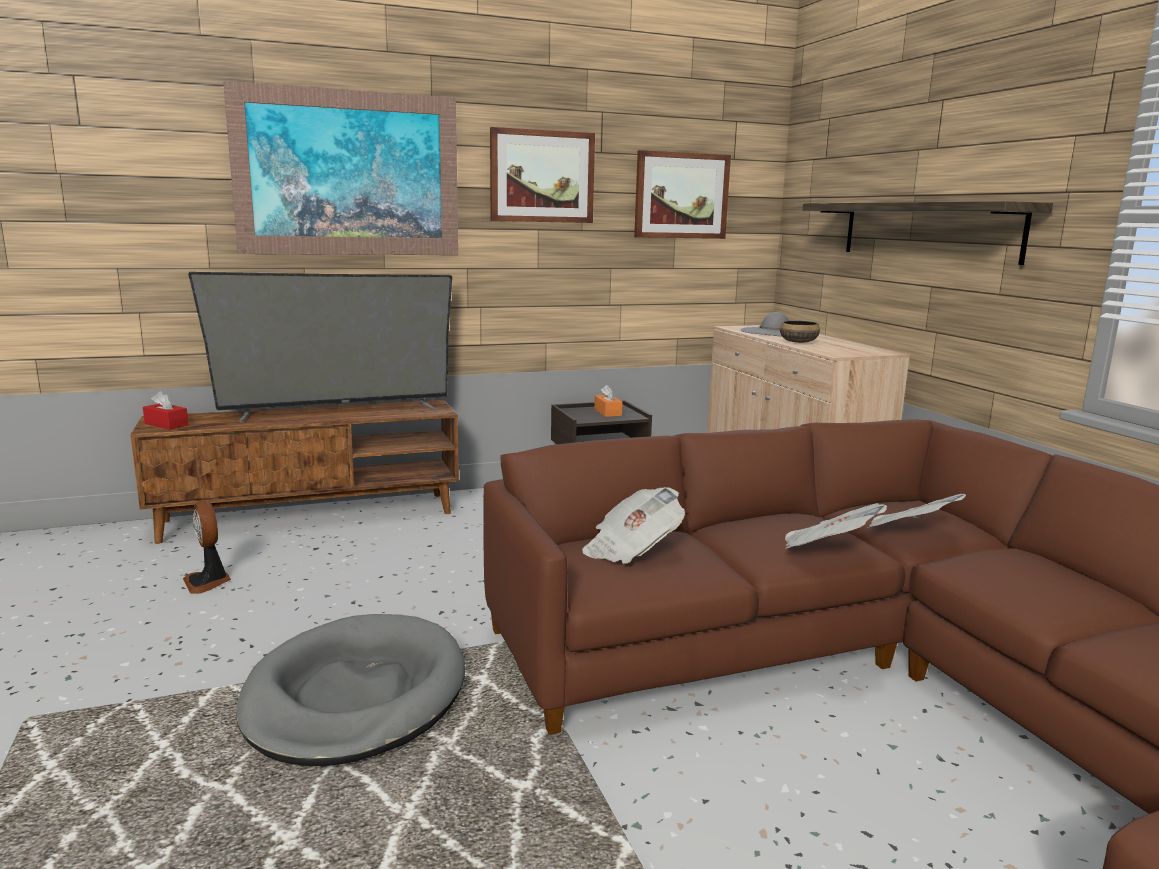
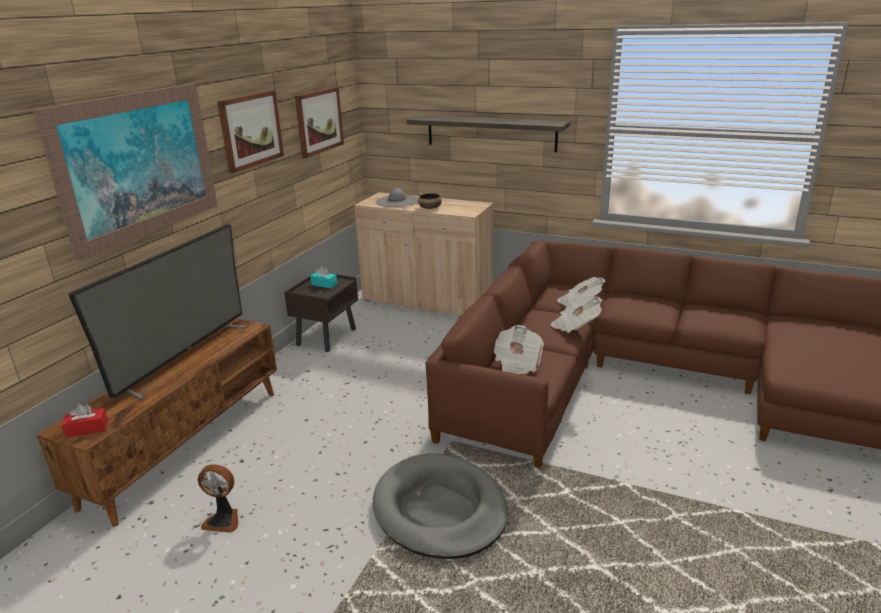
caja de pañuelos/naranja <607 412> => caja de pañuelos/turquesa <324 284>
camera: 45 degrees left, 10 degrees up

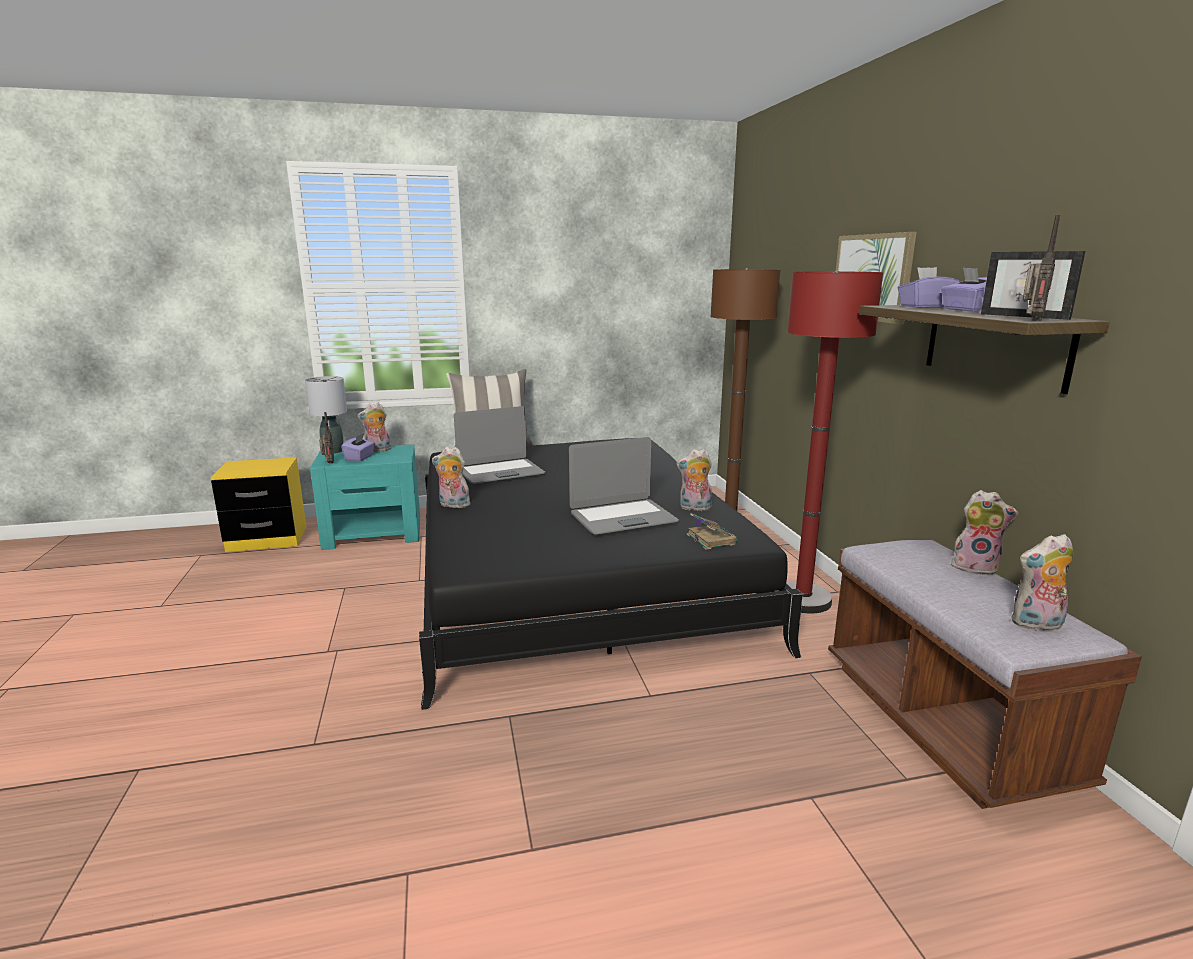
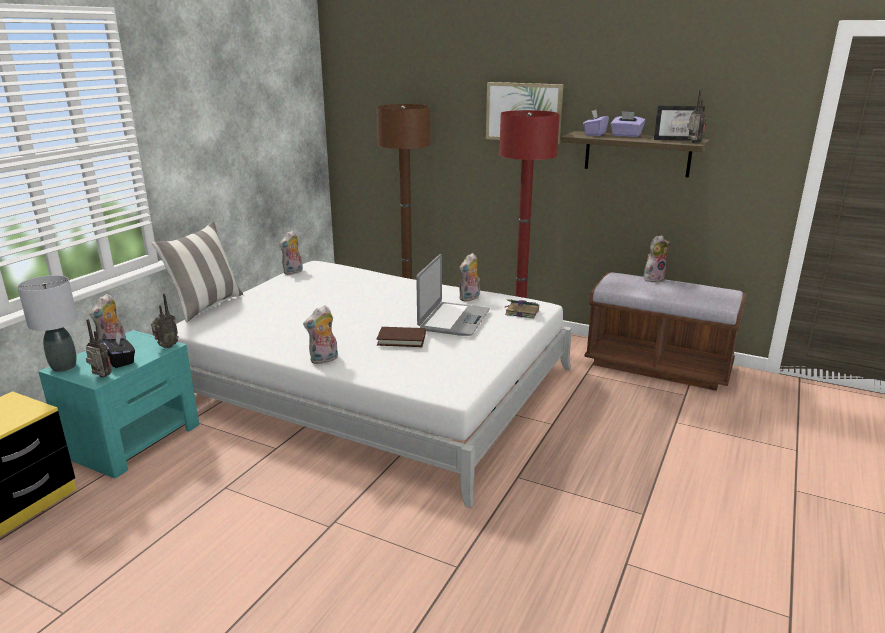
caja de pañuelos/morado <360 458> => caja de pañuelos/negro <120 360>
nothing => radio <166 346>
cama/negro <573 572> => cama/blanco <373 386>
peluche <1036 625> => peluche <293 272>, shifted
nothing => libro/marrón <401 339>
portátil <500 472> => nothing
camera: 50 degrees left, 5 degrees up

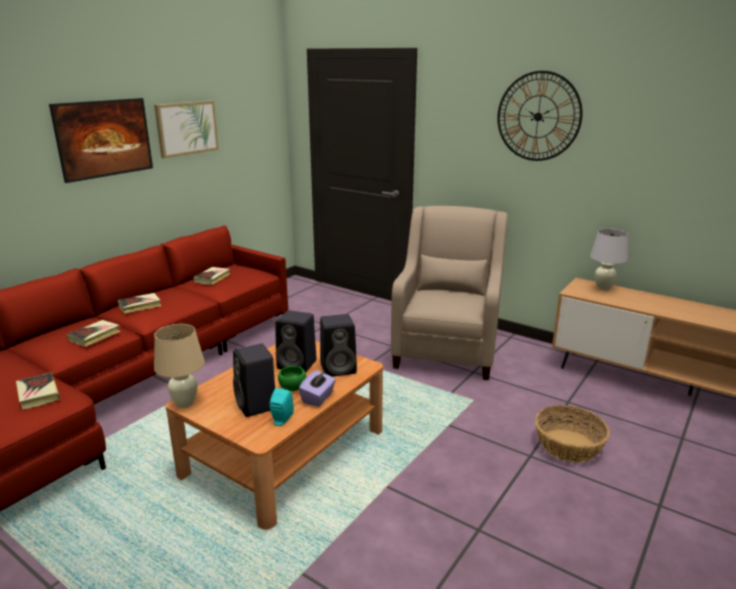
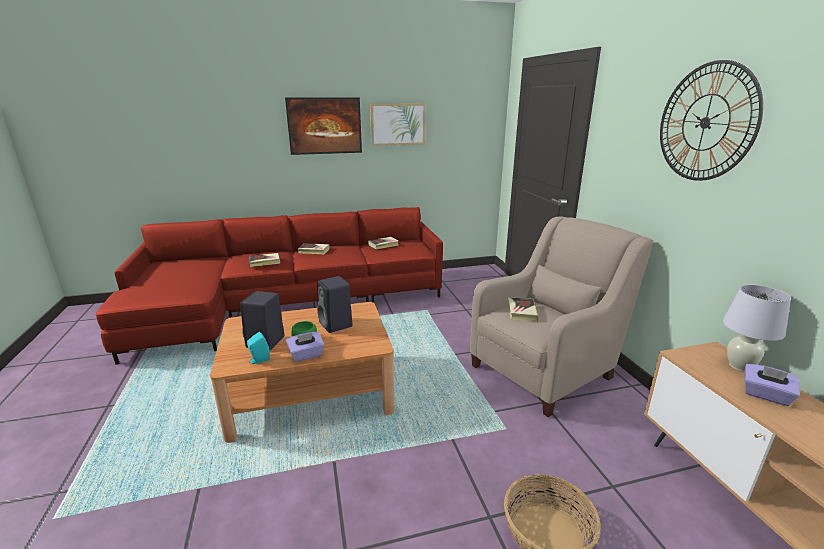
libro <38 394> => libro <521 312>, shifted
nothing => caja de pañuelos/morado <765 395>
lámpara de mesa/beis <184 403> => nothing
altavoz/negro <339 368> => nothing
camera: 40 degrees right, 0 degrees up

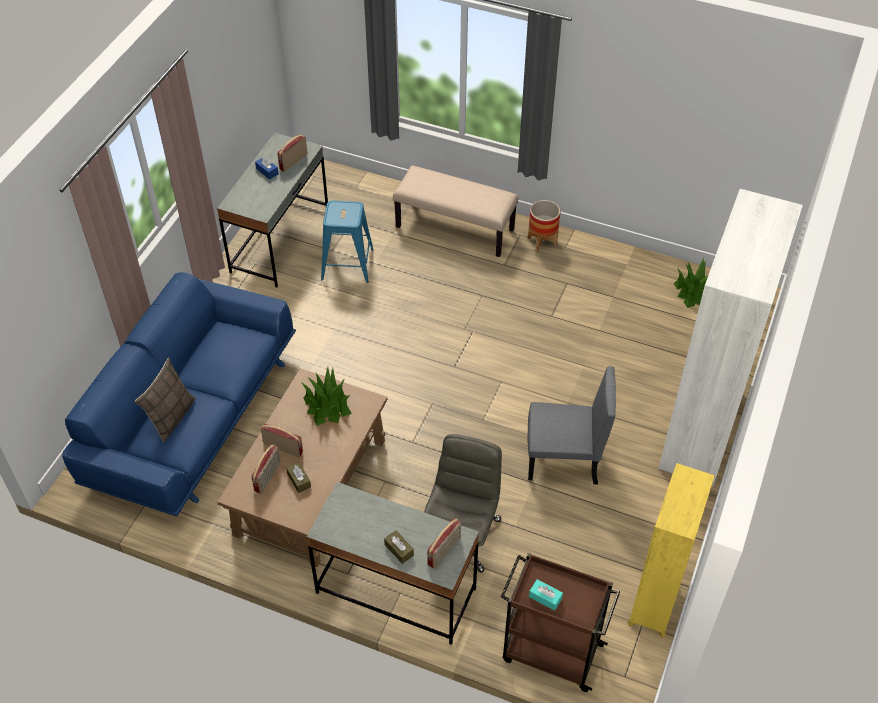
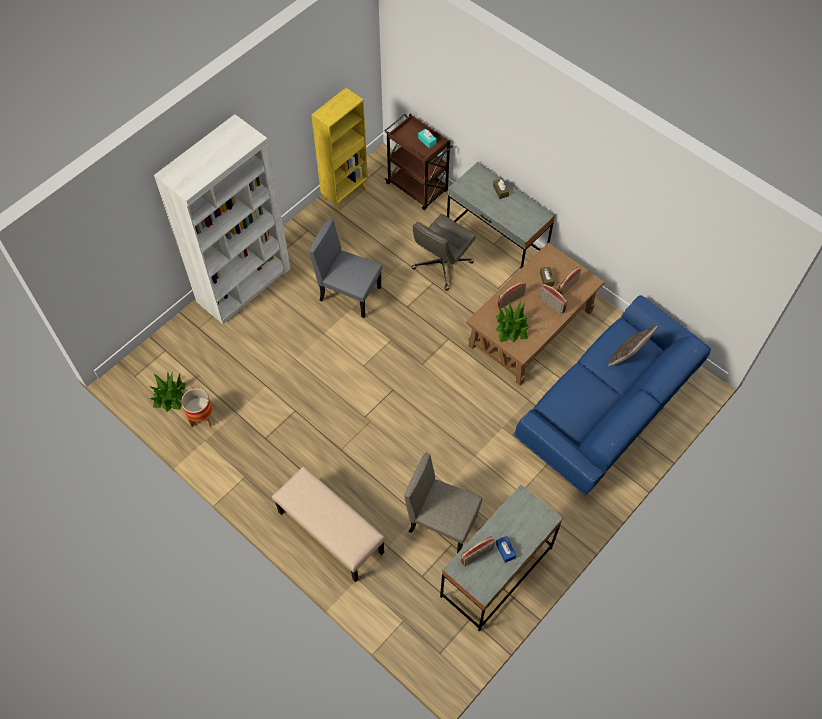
maceta <542 241> => maceta <202 418>, shifted
taburete/azul <347 264> => silla/beis <443 522>
radio <444 551> => radio <510 300>, shifted
camera: 160 degrees left, 10 degrees up

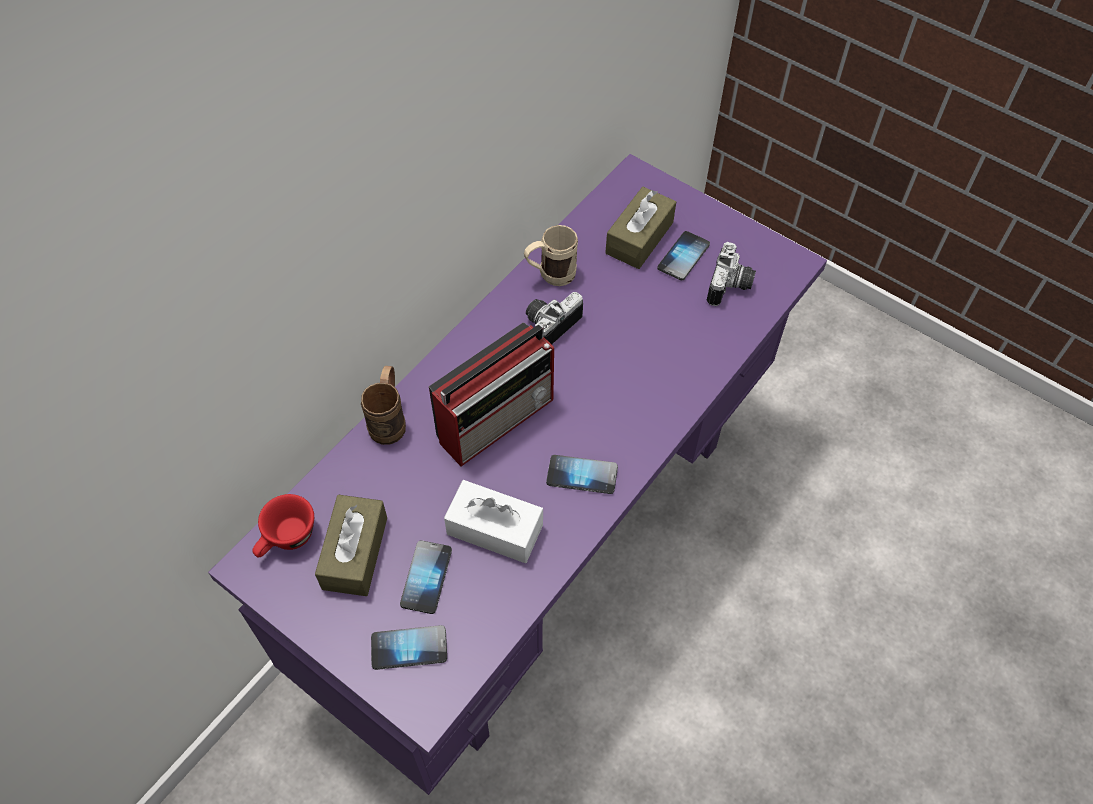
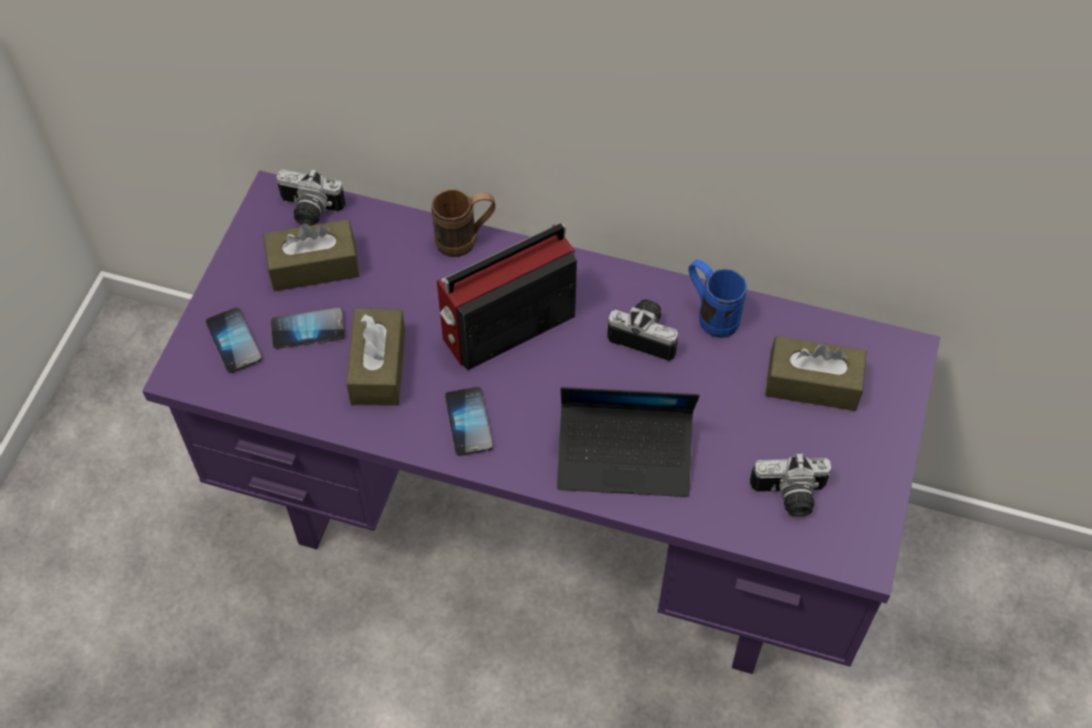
taza/rojo <287 539> => cámara <309 212>
caja de pañuelos/blanco <495 529> => caja de pañuelos/marrón <378 367>
radio <498 418> => radio <506 327>, 120 degrees clockwise
nothing => portátil <624 457>
taza grande/beis <550 276> => taza grande/azul <711 314>
móvil <683 257> => nothing
camera: 70 degrees right, 0 degrees up

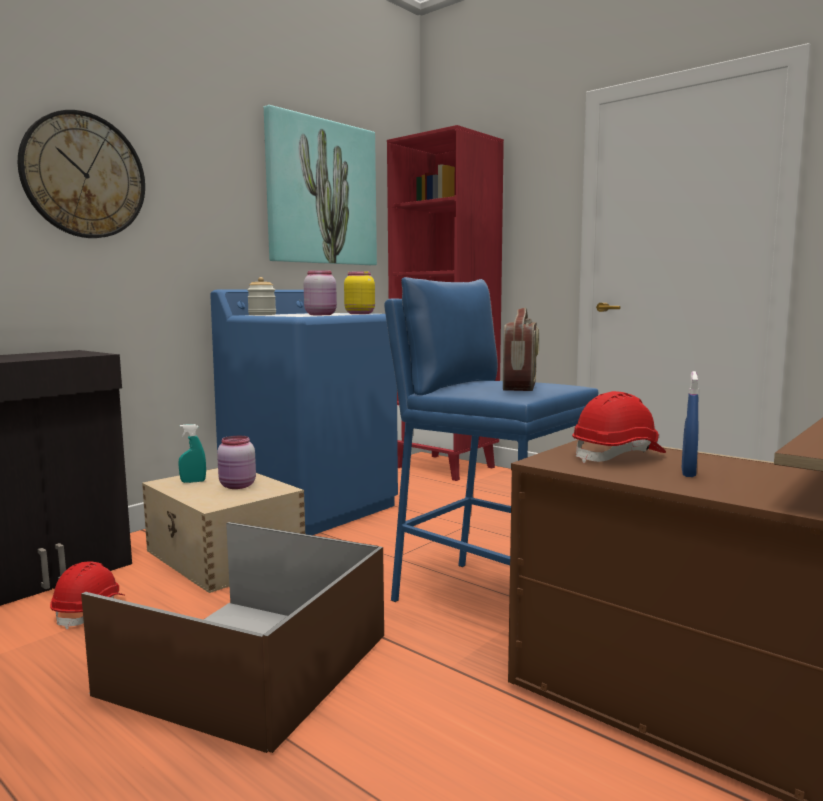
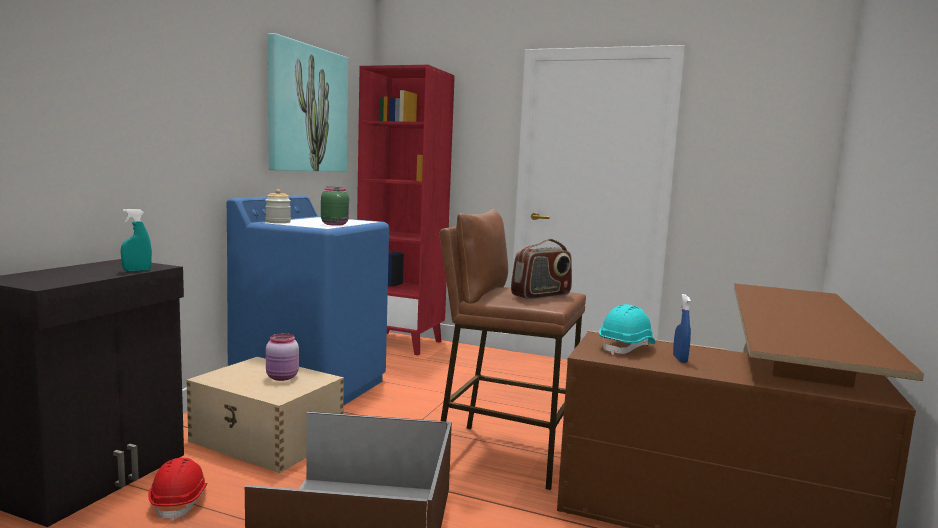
pulverizador/turquesa <193 481> => pulverizador/turquesa <137 270>, shifted
tarro/rosa <321 315> => tarro/verde <335 224>
taburete/azul <487 601> => taburete/marrón <505 454>
radio <520 386> => radio <541 295>, 60 degrees clockwise
casco/rojo <618 456> => casco/turquesa <627 347>
reloj de pared <84 176> => nothing
tarro/amarillo <359 313> => nothing
camera: 20 degrees left, 0 degrees up

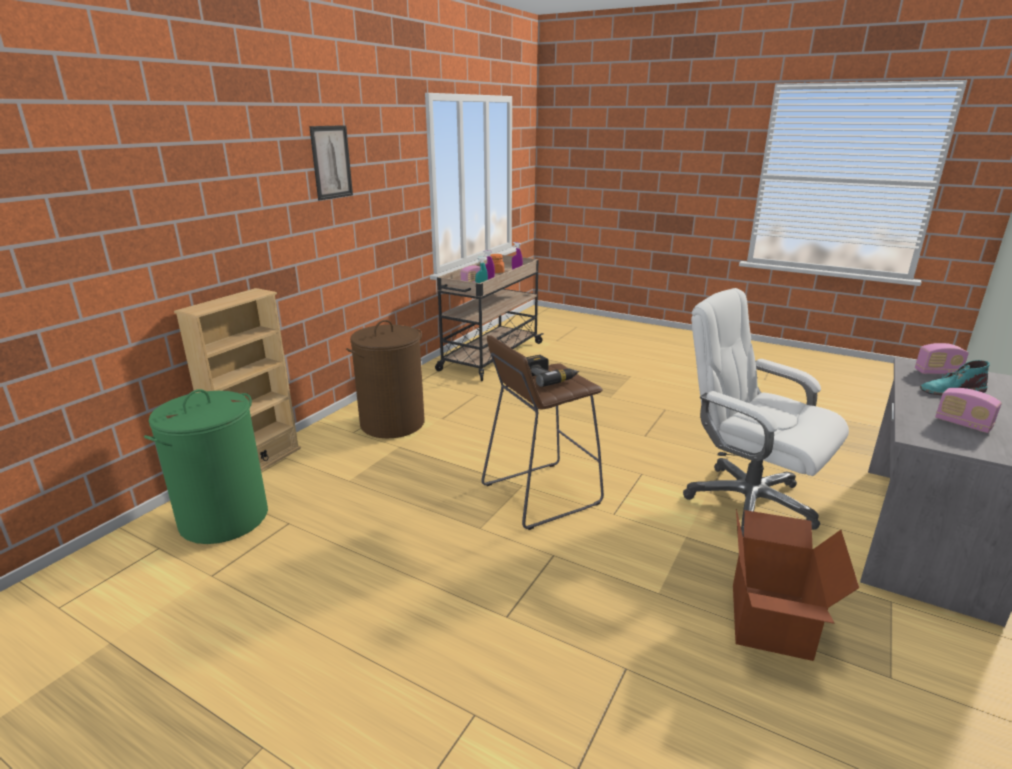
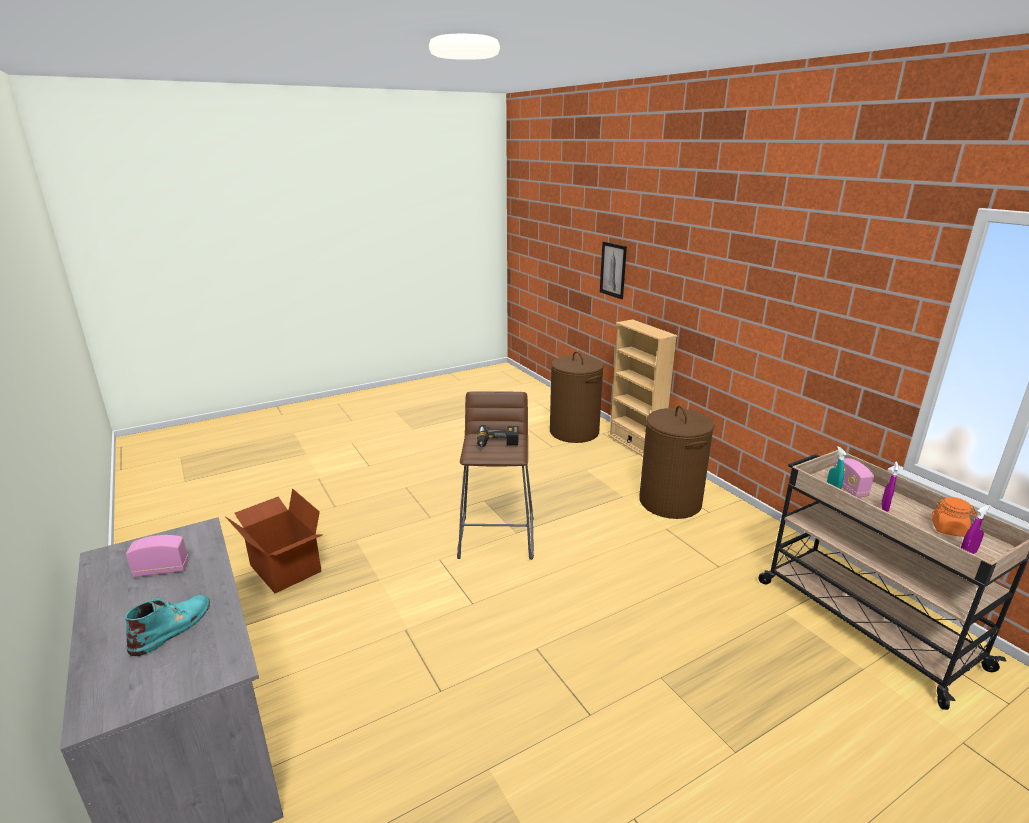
cesto de la ropa/verde <224 518> => cesto de la ropa/marrón <574 432>
cuadro <331 162> => cuadro <613 270>, shifted
silla de oficina/blanco <747 501> => nothing
radio <937 372> => nothing
camera: 120 degrees right, 0 degrees up

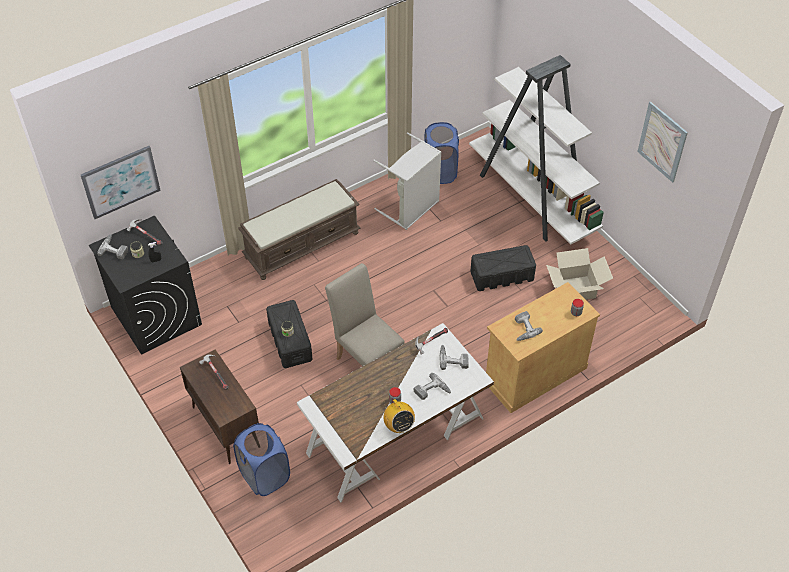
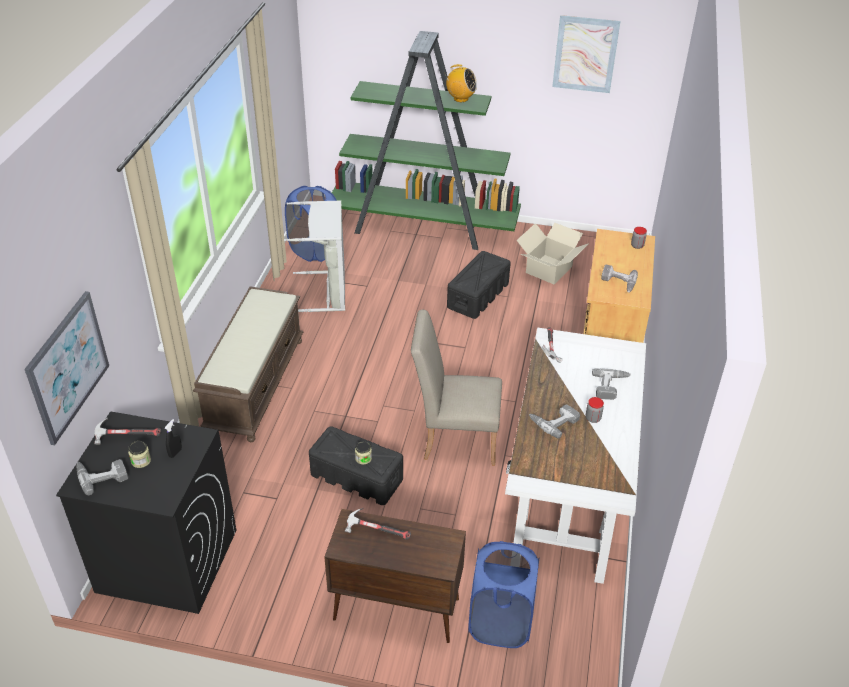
estantería/blanco <532 199> => estantería/verde <423 226>
radio <398 426> => radio <460 98>, shifted
taladro <453 359> => taladro <553 421>, shifted
camera: 45 degrees left, 10 degrees down

